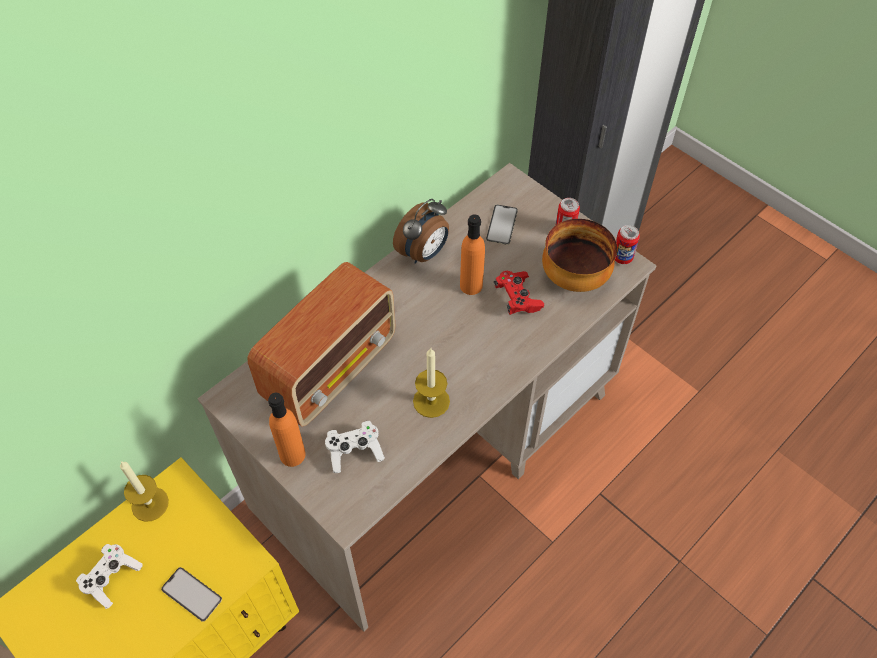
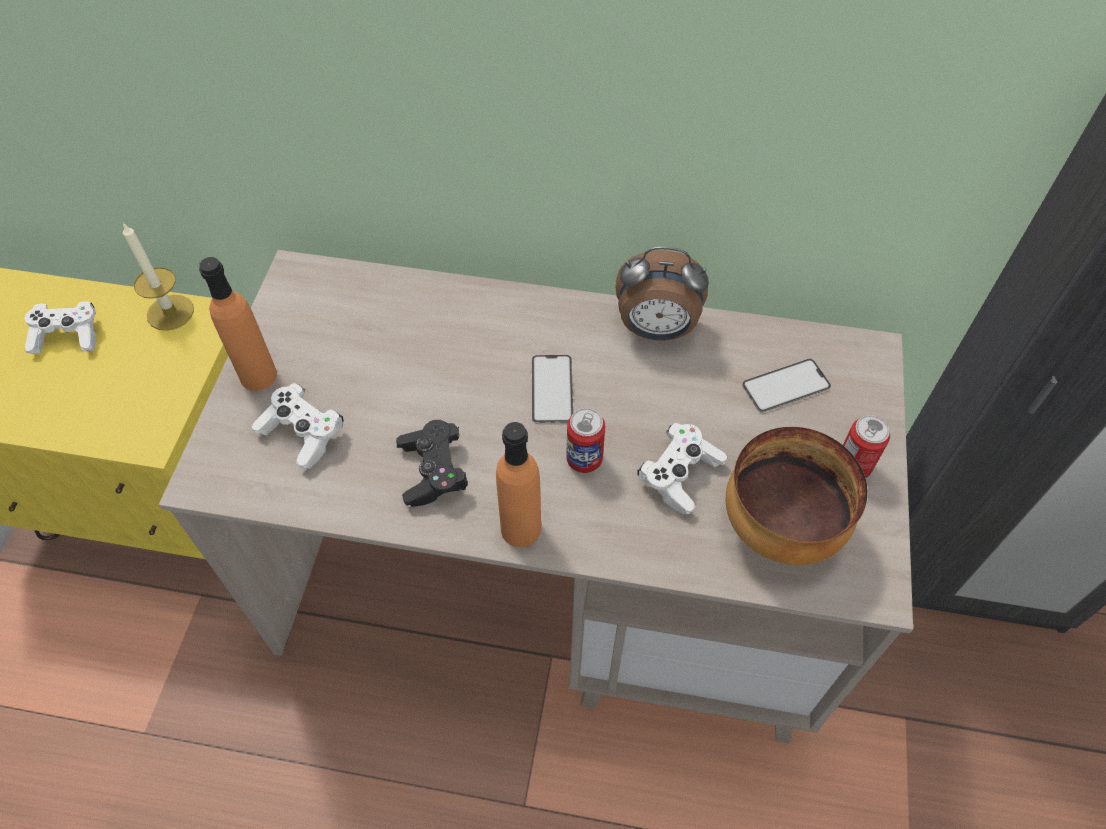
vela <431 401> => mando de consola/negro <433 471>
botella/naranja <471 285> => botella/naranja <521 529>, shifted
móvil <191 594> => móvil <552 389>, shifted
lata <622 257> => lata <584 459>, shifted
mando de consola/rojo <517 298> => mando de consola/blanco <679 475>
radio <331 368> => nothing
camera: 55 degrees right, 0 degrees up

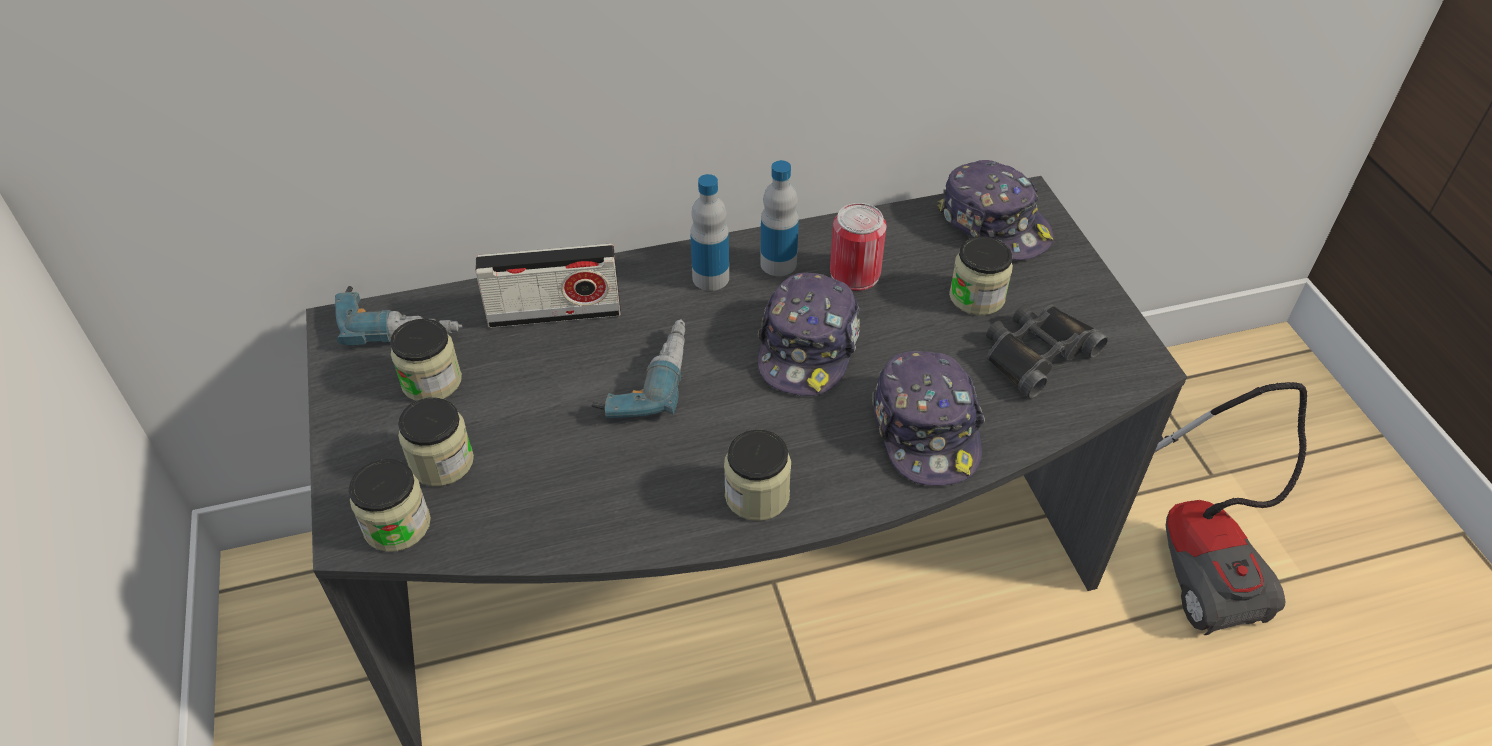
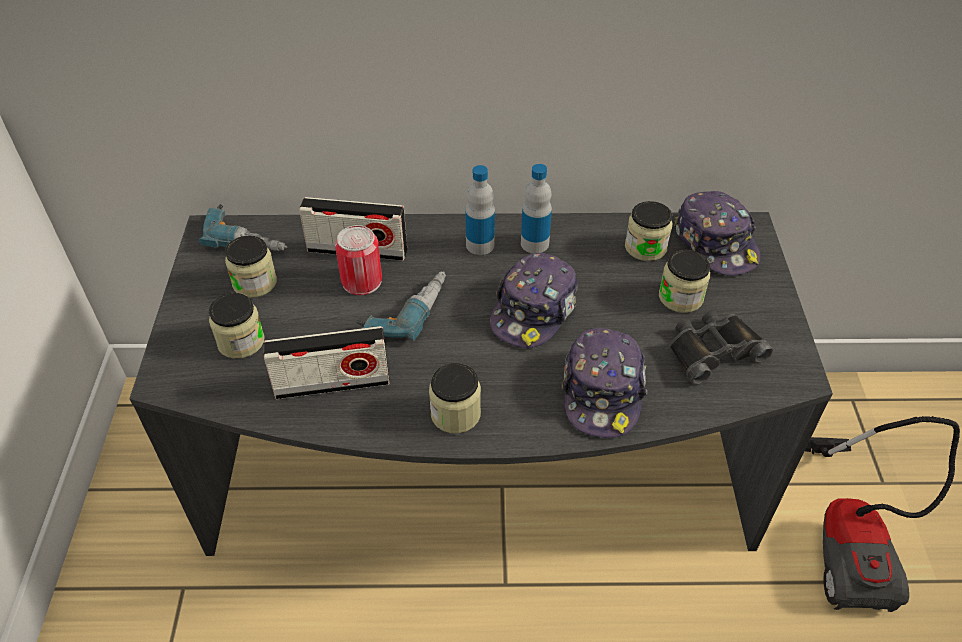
nothing => radio <332 383>
lata <855 274> => lata <361 281>, shifted
tarro <397 525> => tarro <645 247>, shifted
camera: 15 degrees right, 0 degrees up

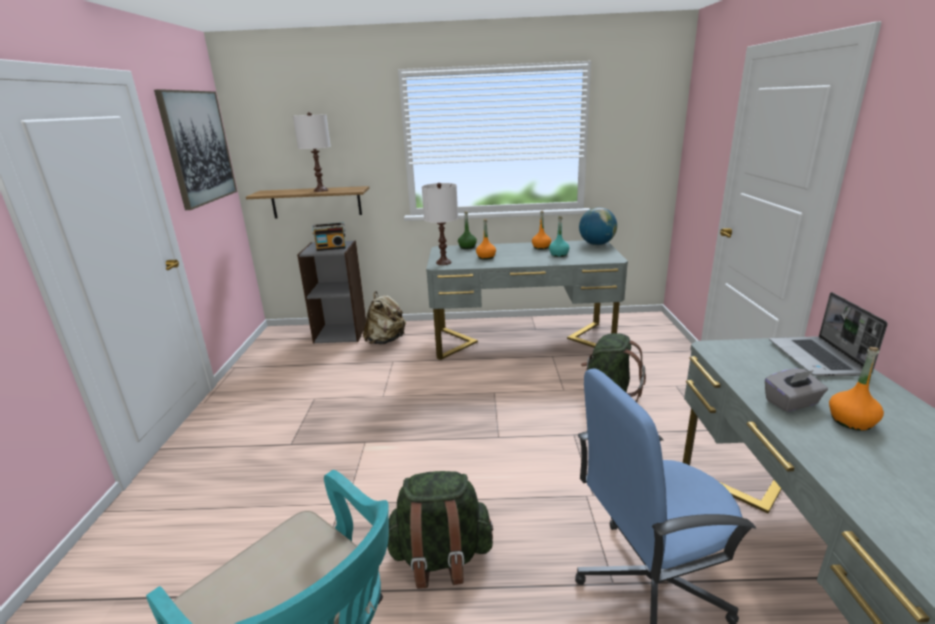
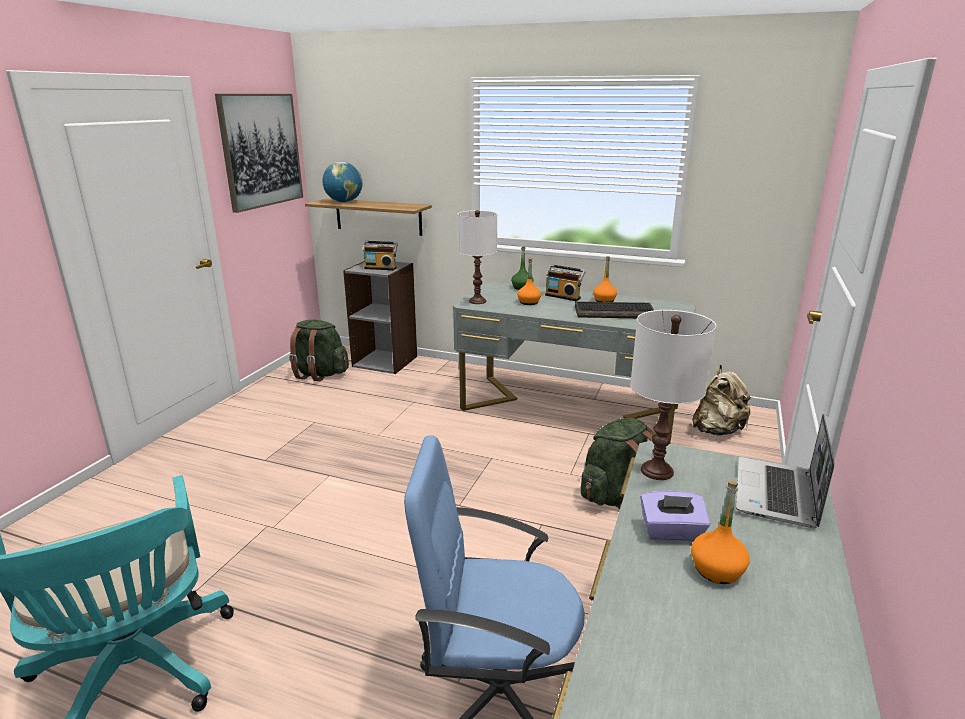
mochila/verde <440 557> => mochila/verde <319 374>, shifted
globo terráqueo <596 244> => globo terráqueo <344 202>, shifted
nothing => radio <563 296>
botella/turquesa <558 254> => teclado <614 312>
lámpara de mesa/blanco <320 190> => lámpara de mesa/blanco <656 471>, shifted
caja de pañuelos/gris <791 403> => caja de pañuelos/morado <671 532>
mochila/beis <386 340> => mochila/beis <717 430>, shifted
camera: 20 degrees right, 0 degrees up

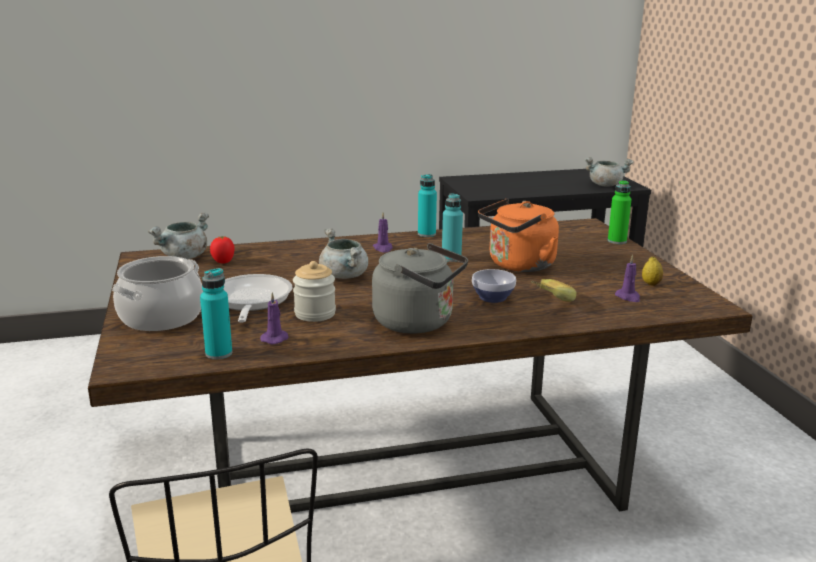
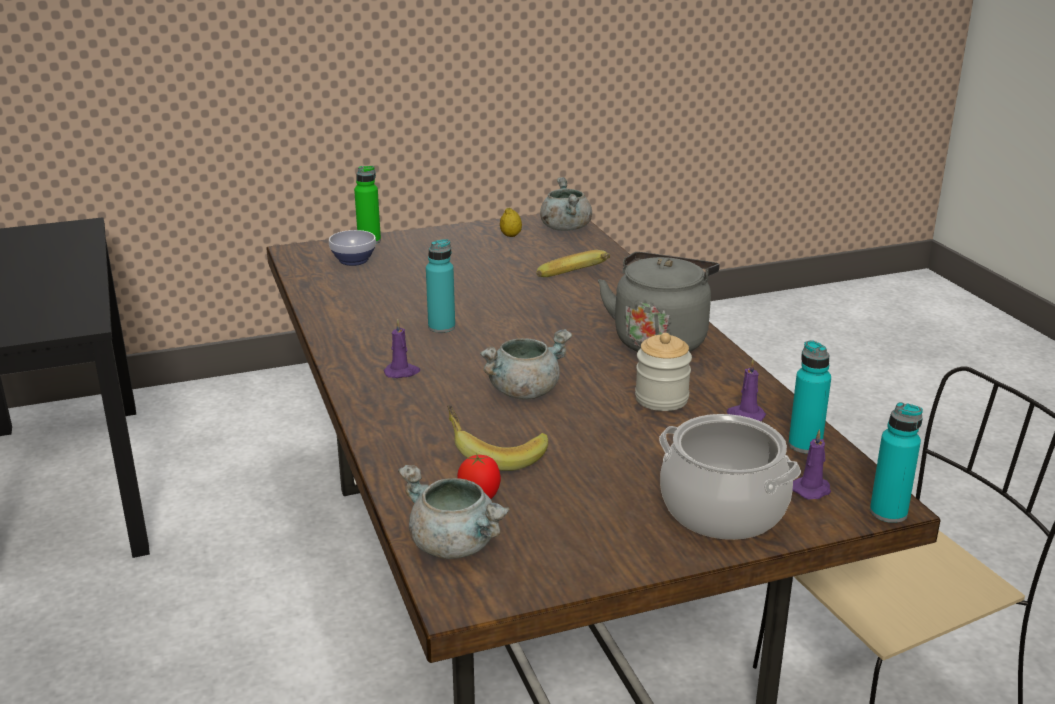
cuenco <492 297> => cuenco <352 261>, shifted
nothing => plátano <494 454>
olla/gris <605 185> => olla/gris <565 227>, shifted
vela/morado <628 297> => vela/morado <812 490>, shifted
botella/turquesa <426 234> => botella/turquesa <888 512>, shifted
sartén <250 301> => nothing
hervidor/naranja <518 265> => nothing
camera: 95 degrees left, 5 degrees up

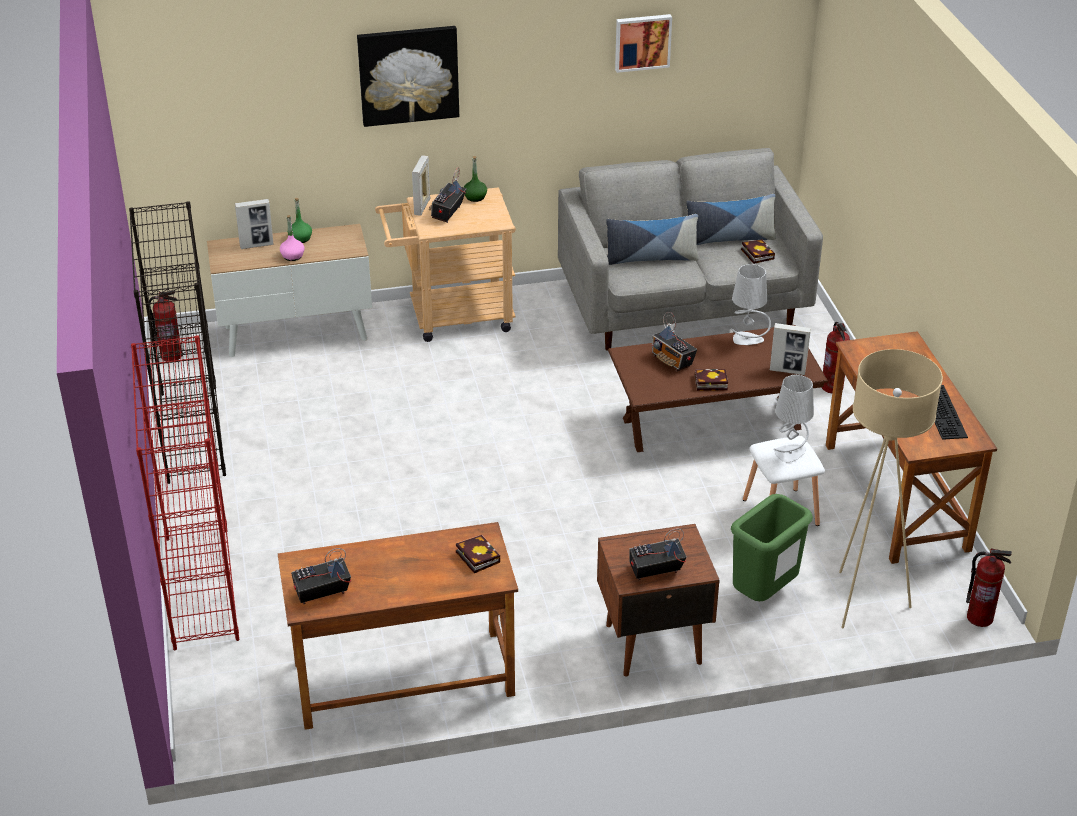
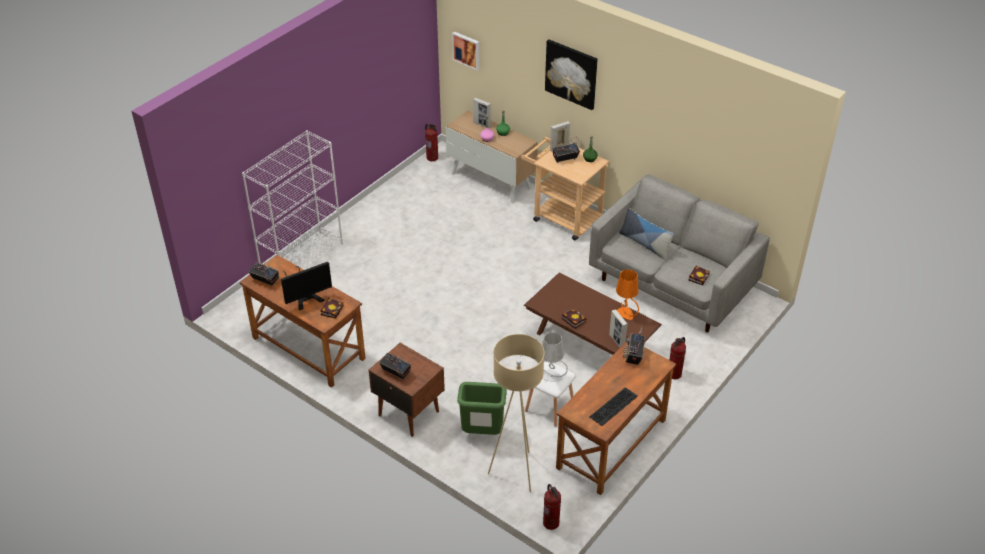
estantería/rojo <200 587> => estantería/blanco <302 259>
nothing => monitor <305 295>
cuadro <642 42> => cuadro <467 50>, shifted
lámpara de mesa/gris <747 339> => lámpara de mesa/naranja <625 313>
radio <672 361> => radio <633 356>, shifted
estantería/negro <191 433> => nothing
cojín <729 239> => nothing
camera: 50 degrees right, 5 degrees up

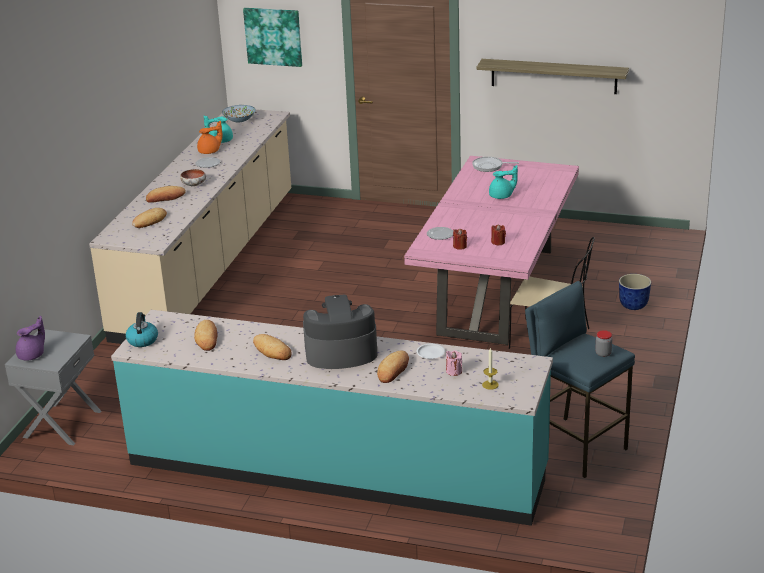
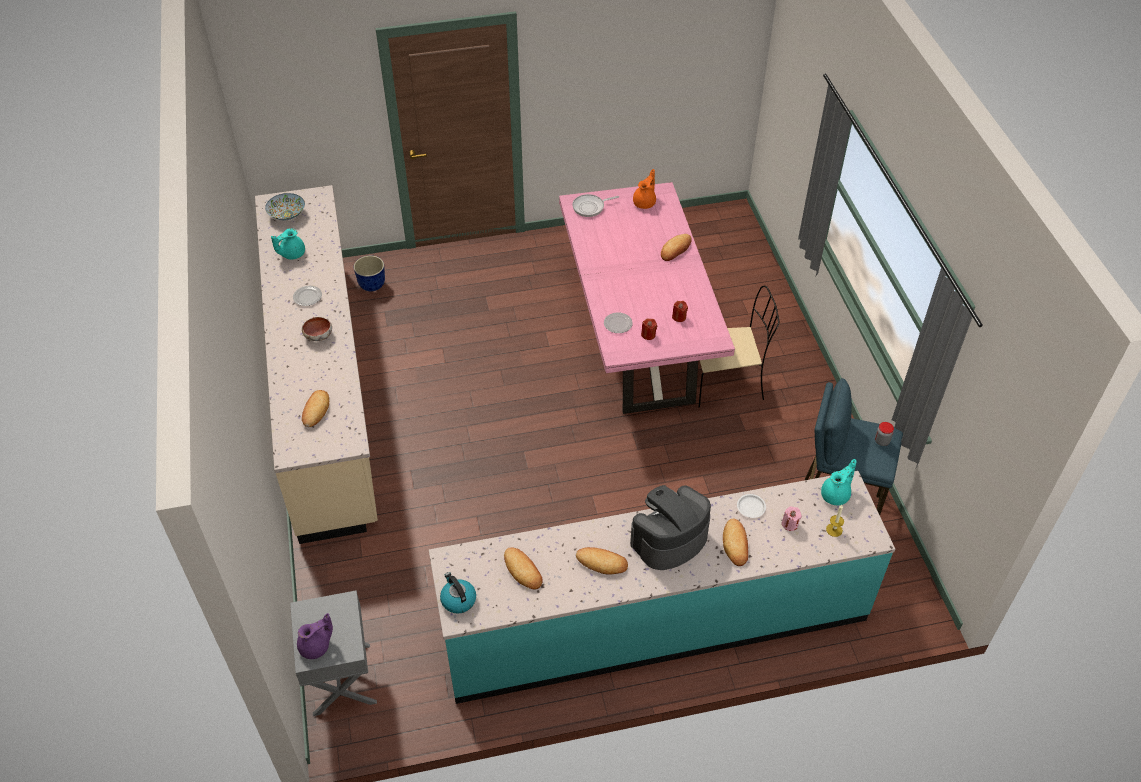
tetera/morado <32 355> => tetera/morado <316 646>, 45 degrees clockwise
maceta <633 306> => maceta <372 285>, shifted
tetera/naranja <210 151> => tetera/naranja <645 202>, shifted
pan <165 197> => pan <676 249>, shifted
tetera/turquesa <502 196> => tetera/turquesa <836 495>, shifted
cuadro <273 36> => nothing
estante <553 76> => nothing
camera: 30 degrees left, 20 degrees up

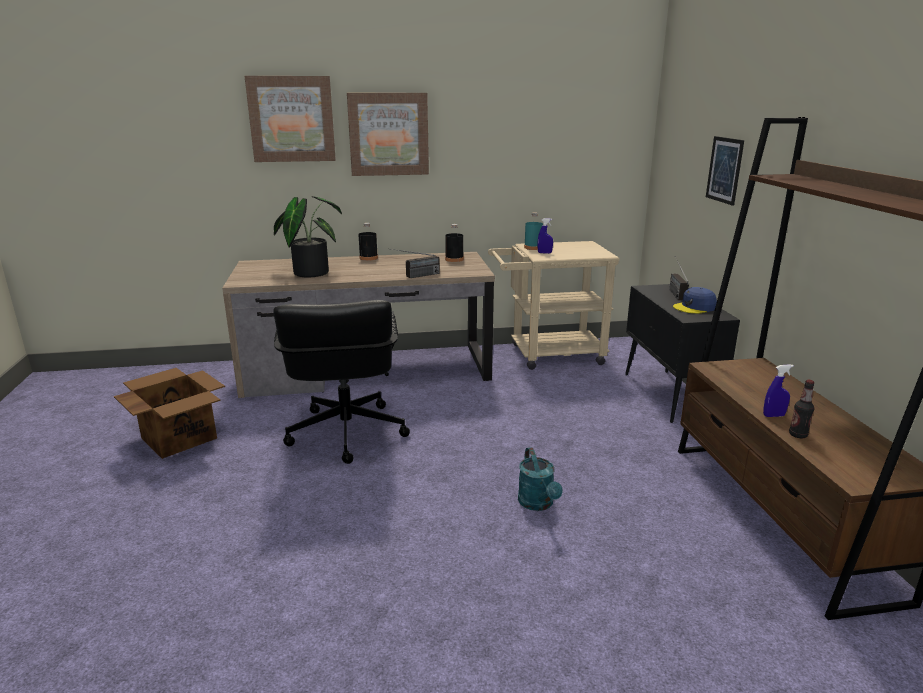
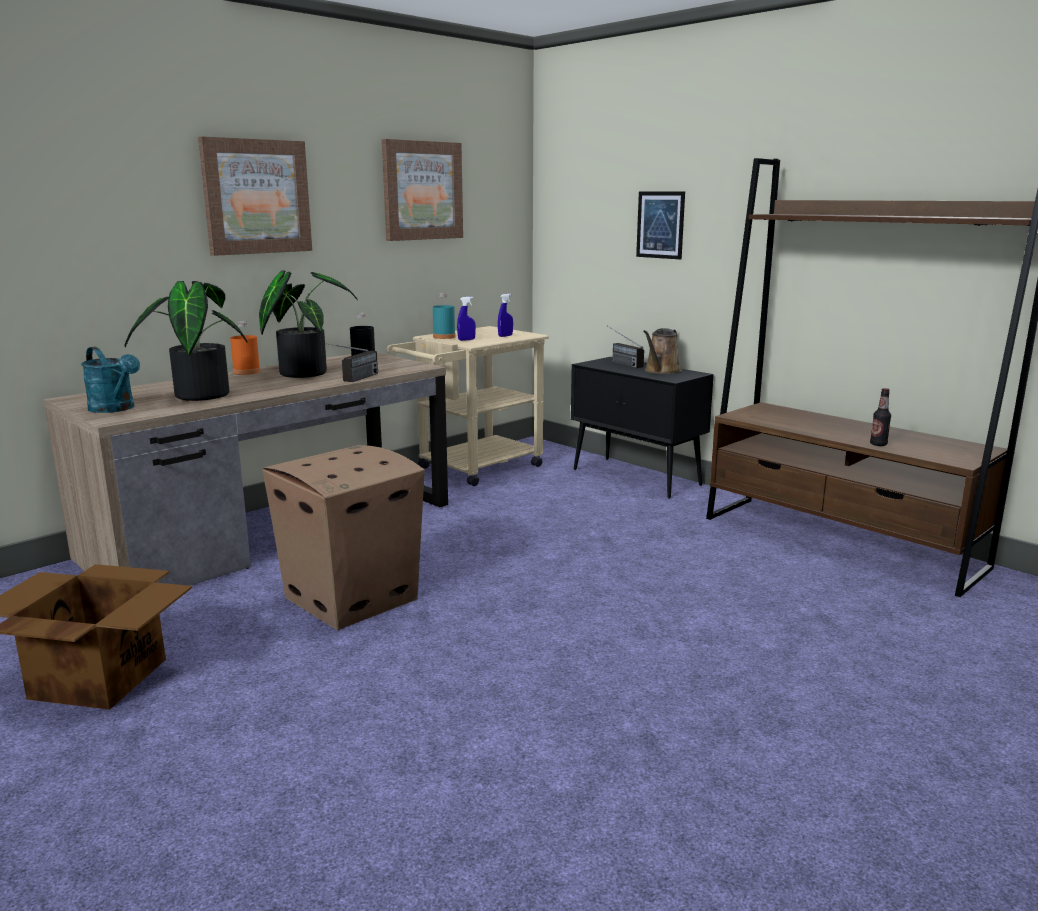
regadera/turquesa <538 504> => regadera/turquesa <116 409>, shifted
botella/negro <368 258> => botella/naranja <246 372>
nothing => planta en maceta <304 372>
silla de oficina/negro <346 433> => caja de cartón <349 599>
cuadro <291 119> => cuadro <422 190>, shifted
pulverizador/azul <774 415> => pulverizador/azul <505 336>, shifted
gorra/azul <695 307> => regadera/marrón <661 371>
camera: 35 degrees left, 5 degrees down

